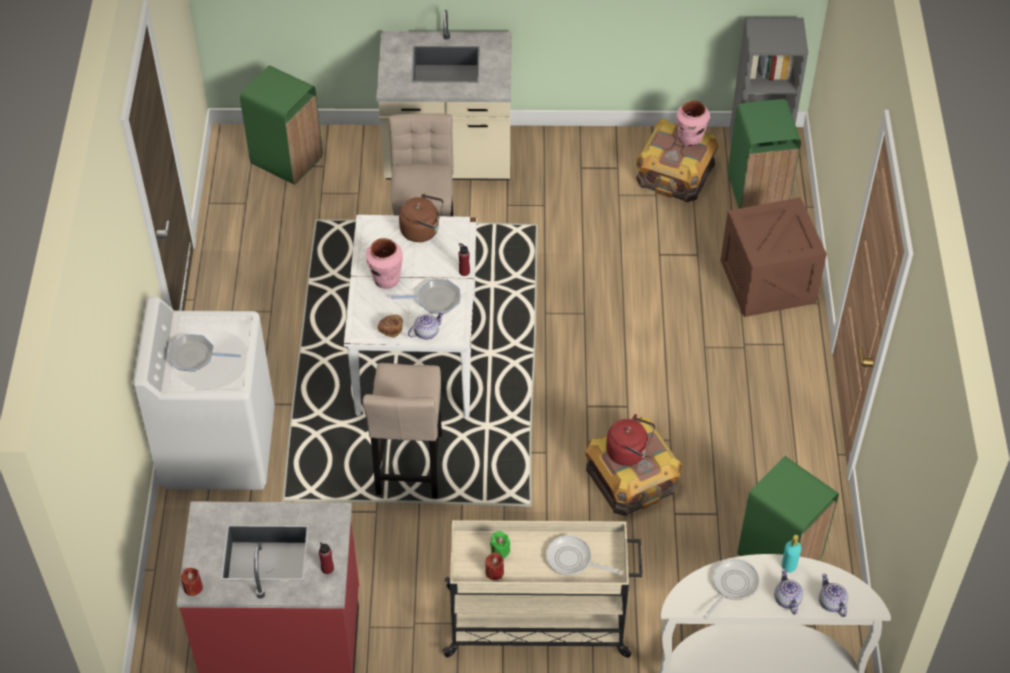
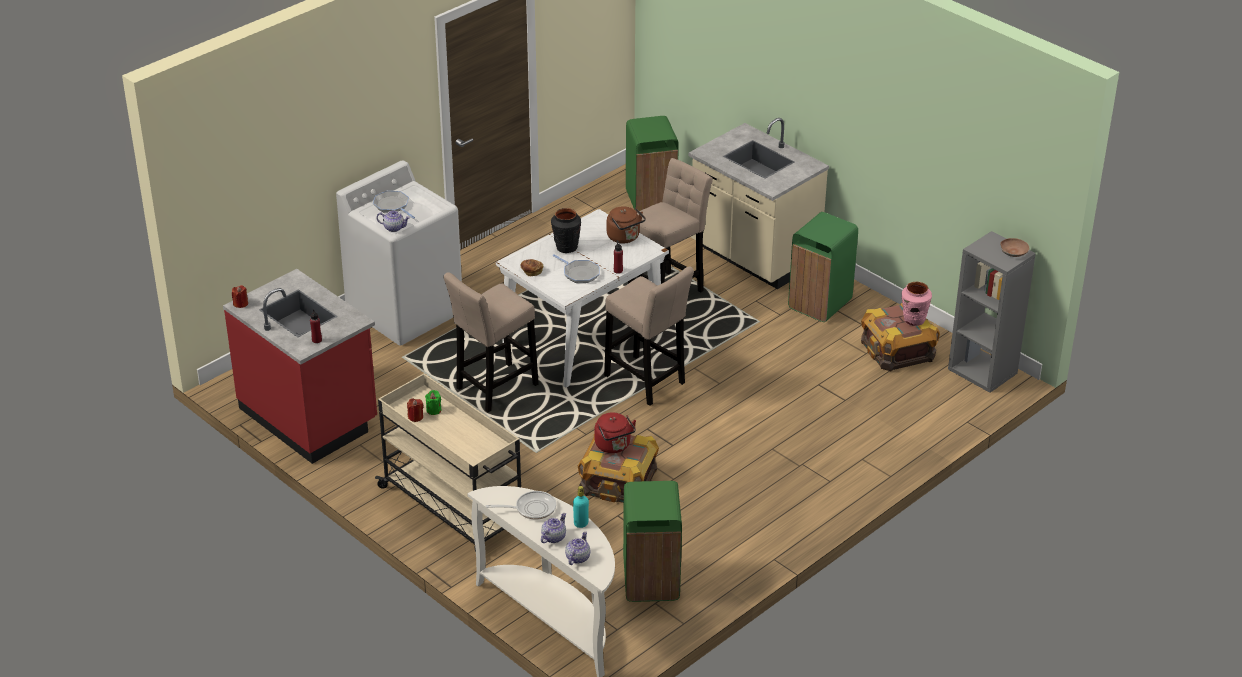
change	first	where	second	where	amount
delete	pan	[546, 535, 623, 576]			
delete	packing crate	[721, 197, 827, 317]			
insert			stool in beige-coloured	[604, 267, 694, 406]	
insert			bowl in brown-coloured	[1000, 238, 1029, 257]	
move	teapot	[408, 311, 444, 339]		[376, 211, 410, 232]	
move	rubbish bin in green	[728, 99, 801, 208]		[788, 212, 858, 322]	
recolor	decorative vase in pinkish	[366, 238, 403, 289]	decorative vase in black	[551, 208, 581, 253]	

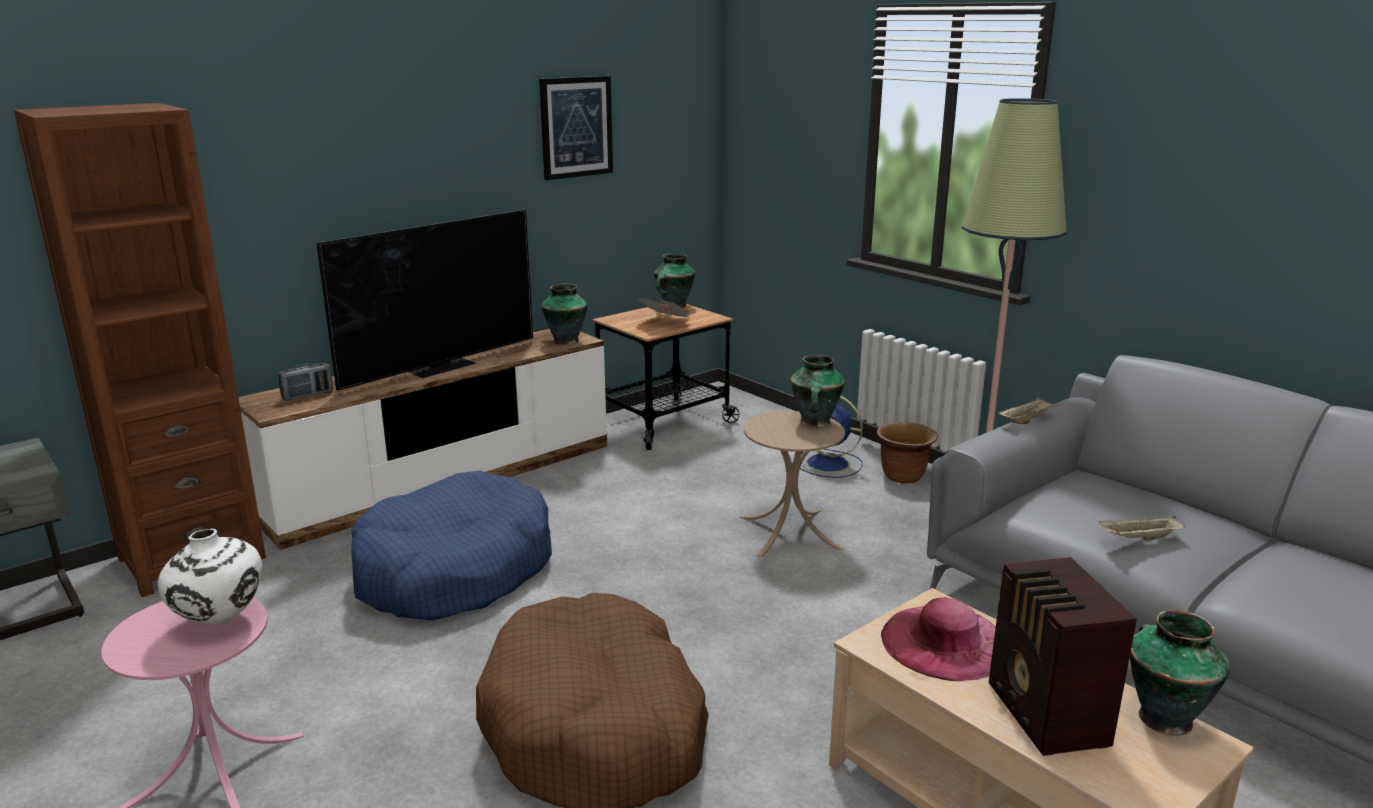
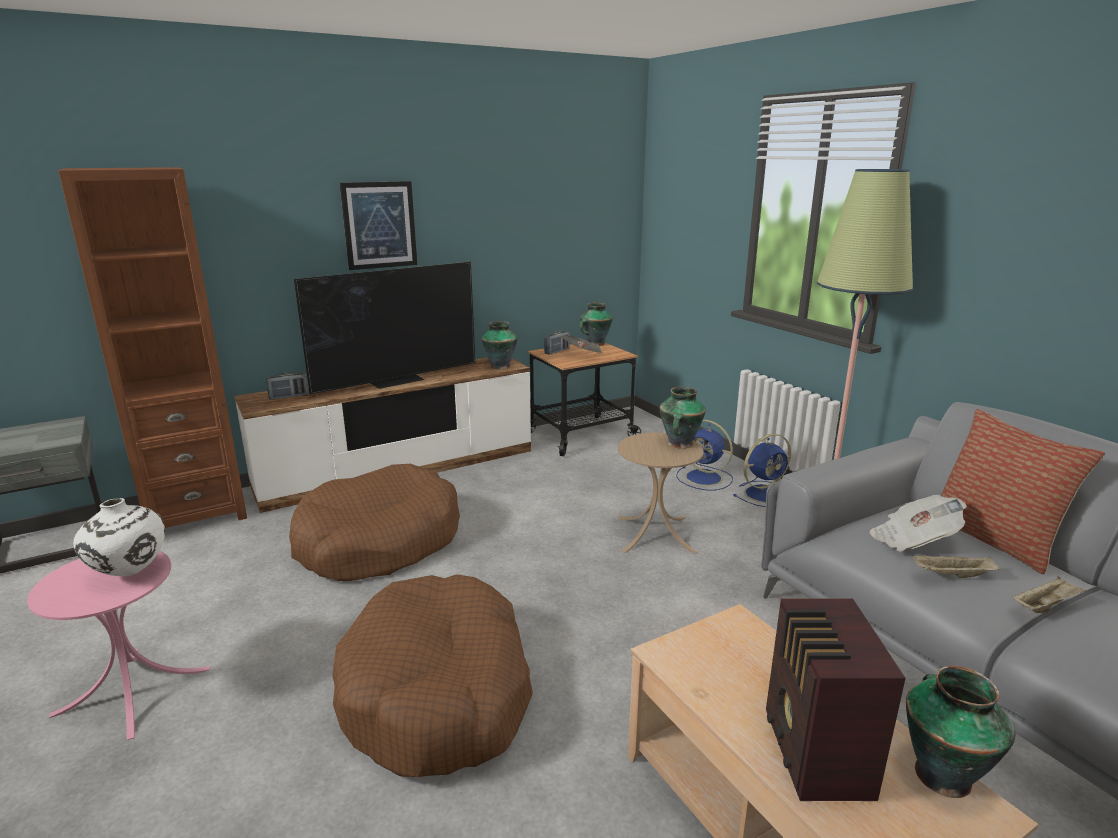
change	first	where	second	where	amount
delete	hat in pinkish	[881, 598, 996, 681]			
insert			radio	[544, 331, 570, 354]	
insert			newspaper	[870, 495, 967, 552]	
insert			throw pillow	[941, 409, 1105, 574]	
move	wall picture	[539, 76, 613, 180]		[340, 181, 417, 270]	
move	tray in beige-coloured	[998, 397, 1058, 424]		[1012, 576, 1087, 613]	
replace	flower pot in brown-coloured	[877, 422, 938, 484]	electric fan in bluish	[734, 434, 791, 507]	
recolor	dog bed in bluish	[351, 470, 552, 620]	dog bed in brown-coloured	[289, 464, 460, 581]	

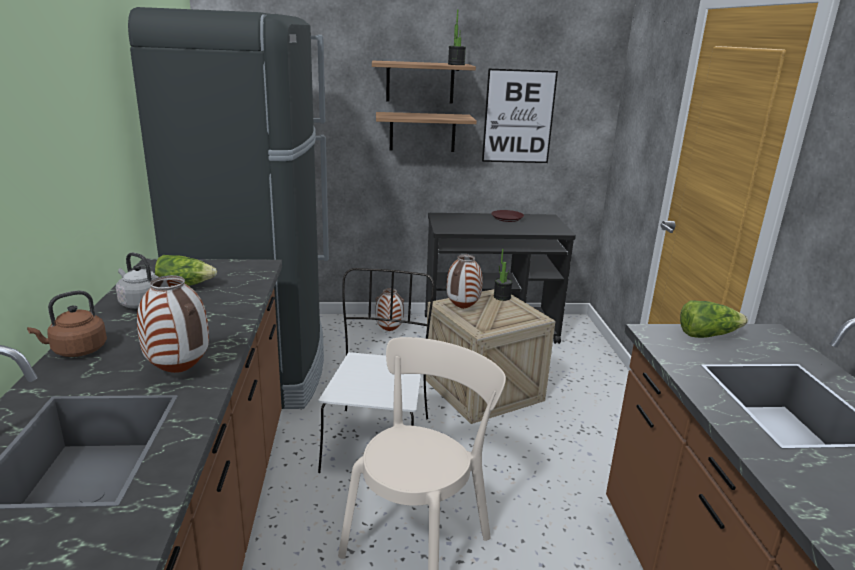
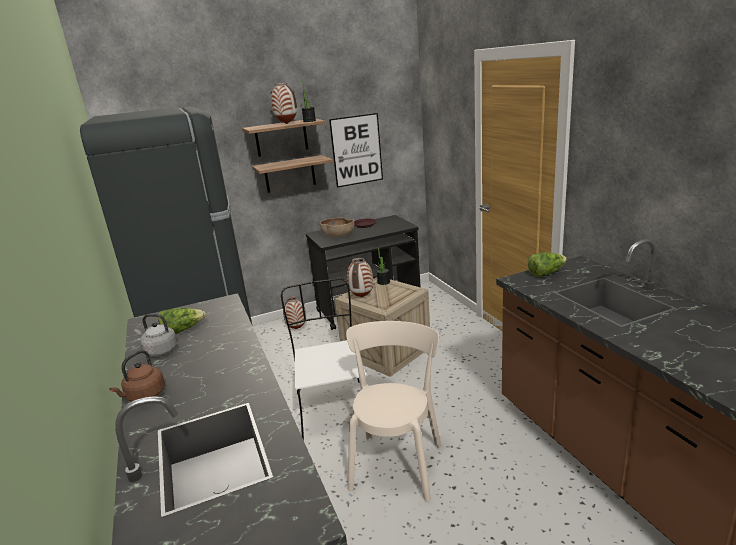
change	first	where	second	where	amount
insert			bowl in brown-coloured	[320, 218, 354, 237]	
move	decorative vase	[137, 275, 209, 373]		[270, 83, 297, 124]	

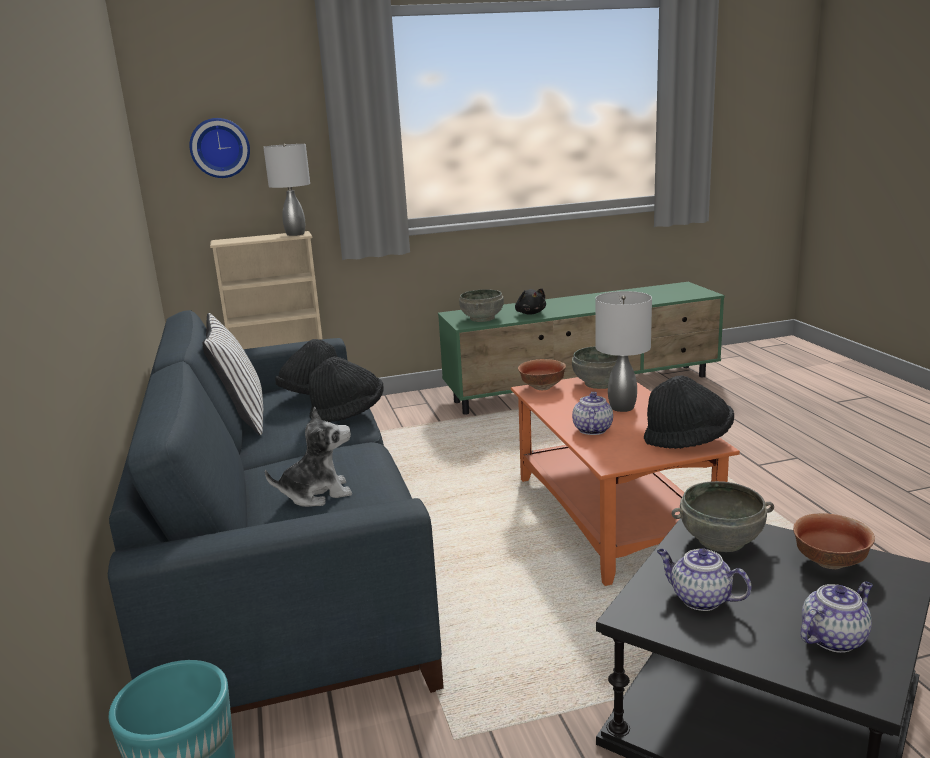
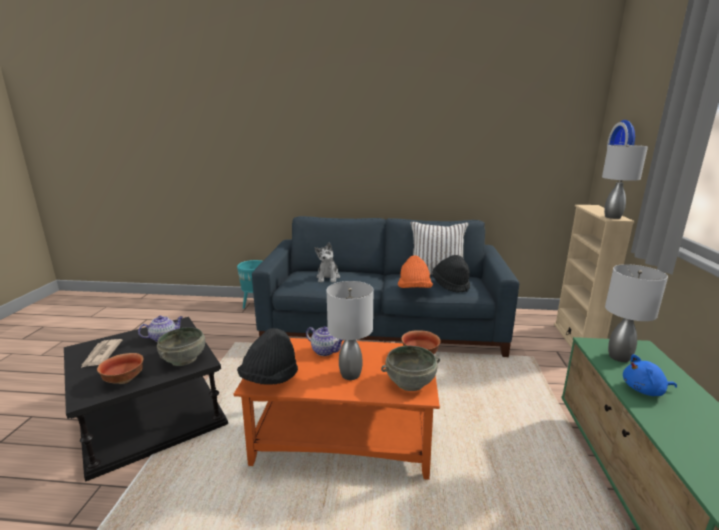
change	first	where	second	where	amount
replace	bowl in greyish	[459, 289, 504, 322]	tabletop lamp in greyish	[605, 264, 668, 362]	
replace	teapot	[800, 582, 873, 653]	newspaper	[81, 339, 122, 368]	
recolor	hat in black	[309, 357, 384, 422]	hat in orange-coloured	[398, 255, 433, 288]	
recolor	cuddly toy in black	[515, 288, 546, 315]	cuddly toy in bluish	[623, 354, 677, 396]	

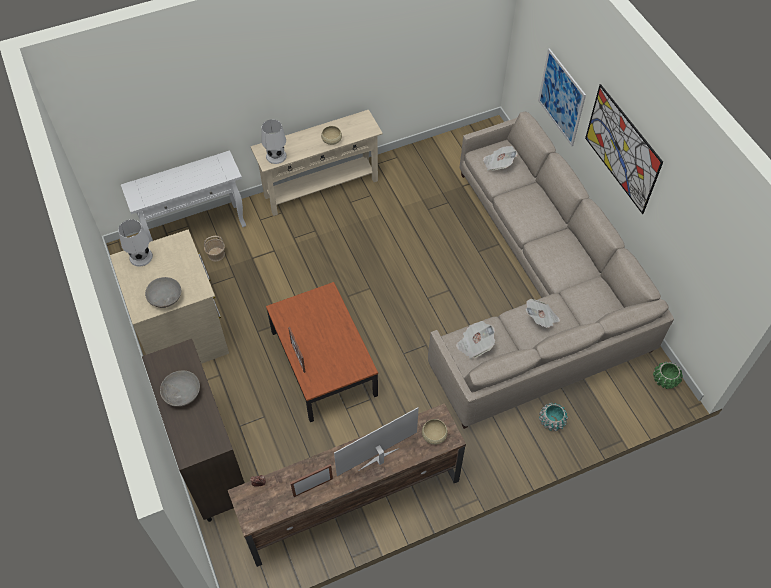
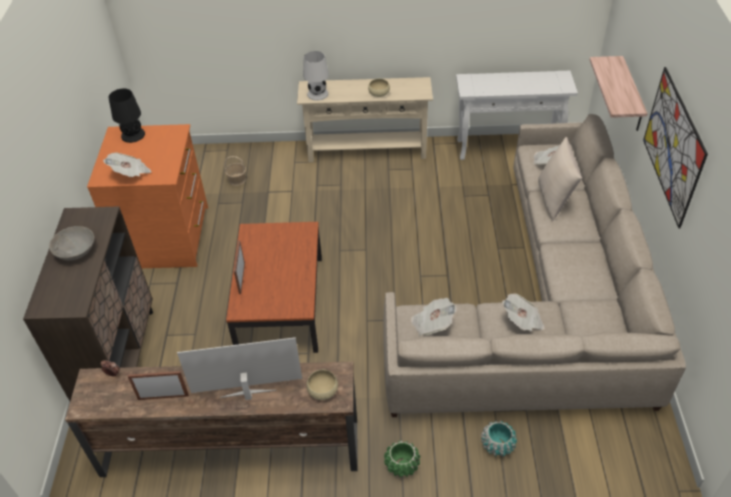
change	first	where	second	where	amount
insert			throw pillow in beige-coloured	[538, 137, 582, 222]	
move	console table in white	[121, 150, 246, 242]		[456, 71, 578, 160]	
move	flower pot in green	[653, 361, 683, 389]		[384, 441, 420, 477]	
replace	bowl in greyish	[145, 277, 181, 308]	newspaper	[103, 152, 152, 177]	
replace	wall picture	[538, 48, 586, 146]	shelf	[590, 56, 648, 131]	
recolor	drawer chest in beige-coloured	[110, 229, 229, 364]	drawer chest in orange-coloured	[87, 124, 208, 268]	
recolor	tabletop lamp in white	[118, 219, 153, 266]	tabletop lamp in black	[108, 89, 145, 143]	

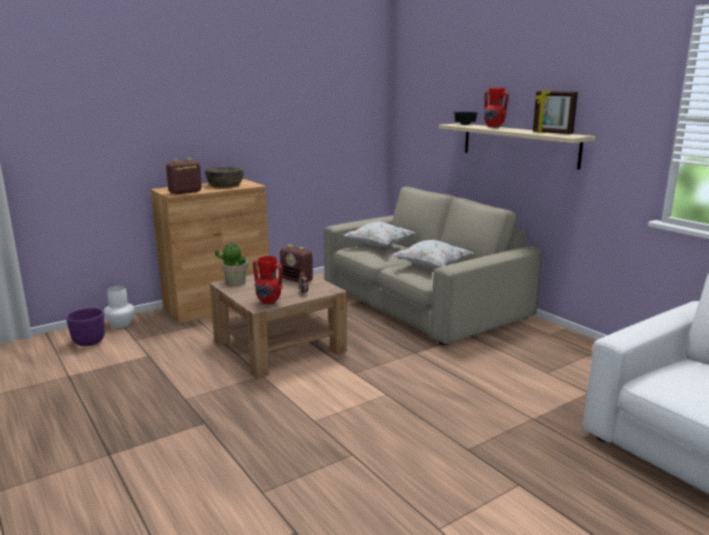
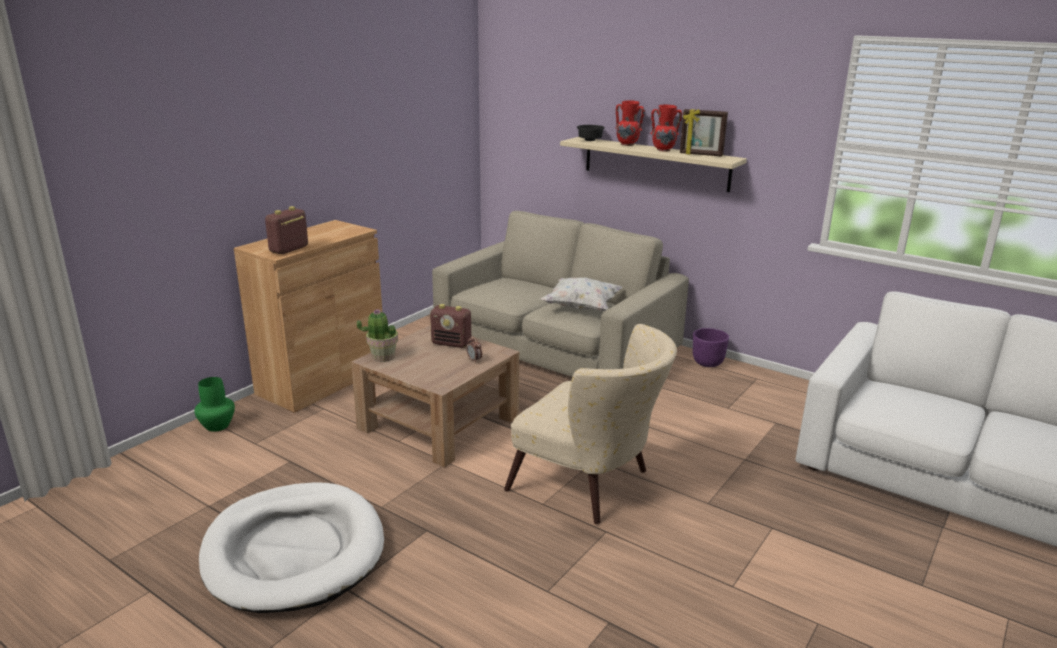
change	first	where	second	where	amount
delete	bowl in brown-coloured	[205, 167, 244, 188]			
delete	throw pillow in white	[343, 222, 416, 247]			
insert			dog bed in white	[199, 482, 384, 613]	
insert			armchair in beige-coloured	[504, 324, 677, 524]	
move	flower pot in purple	[66, 308, 105, 346]		[693, 328, 729, 367]	
move	decorative vase in red-coloured	[253, 256, 283, 305]		[651, 105, 682, 152]	
recolor	decorative vase in white	[104, 286, 135, 328]	decorative vase in green	[194, 377, 235, 432]	

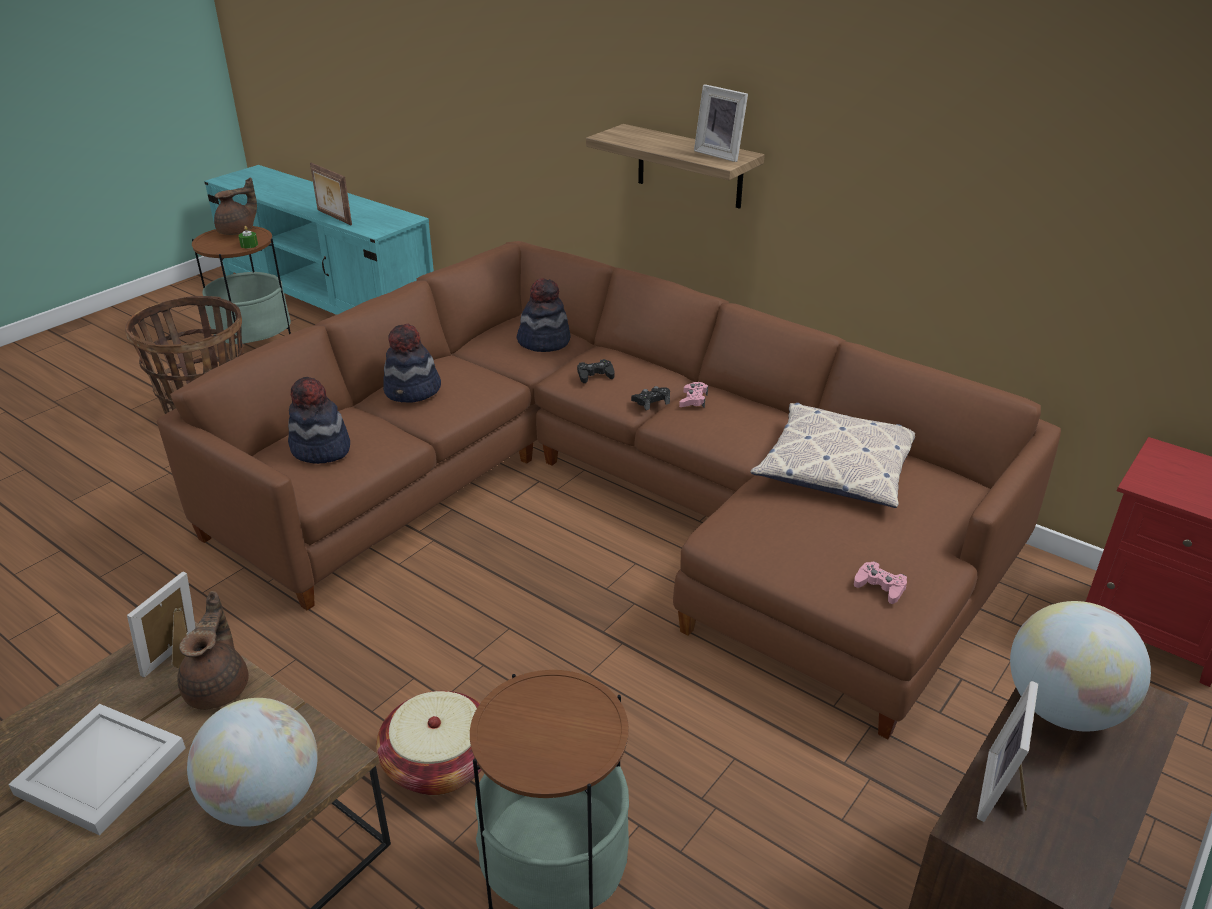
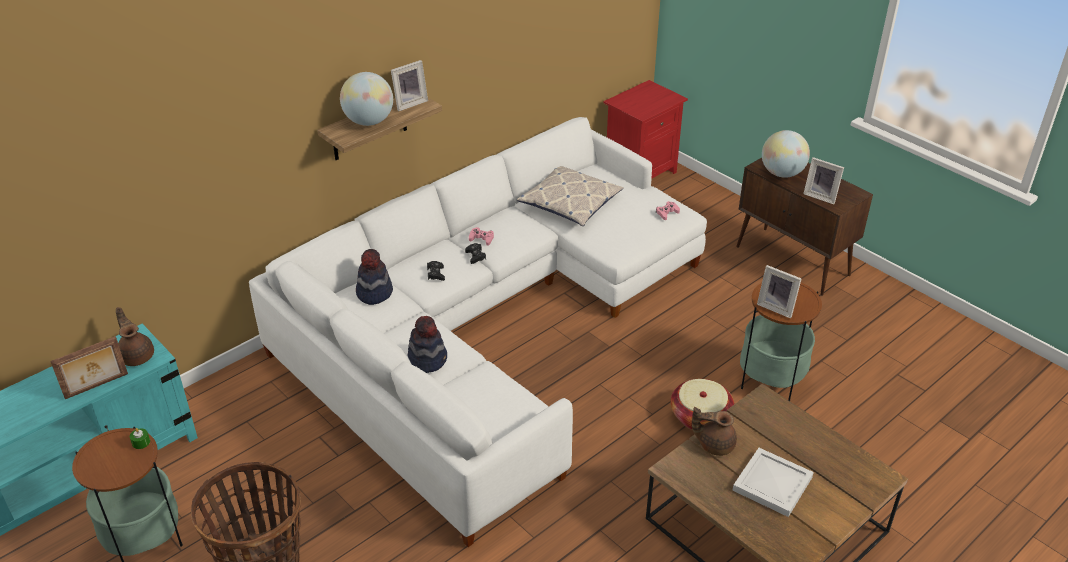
change	first	where	second	where	amount
delete	hat	[288, 377, 350, 464]			
move	picture frame	[127, 572, 196, 678]		[757, 265, 801, 318]	
move	desk globe	[187, 698, 318, 827]		[340, 72, 393, 126]	
move	teapot in brown-coloured	[214, 177, 257, 235]		[116, 307, 154, 366]	
recolor	settee in brown-coloured	[157, 241, 1061, 739]	settee in white	[249, 117, 707, 547]	

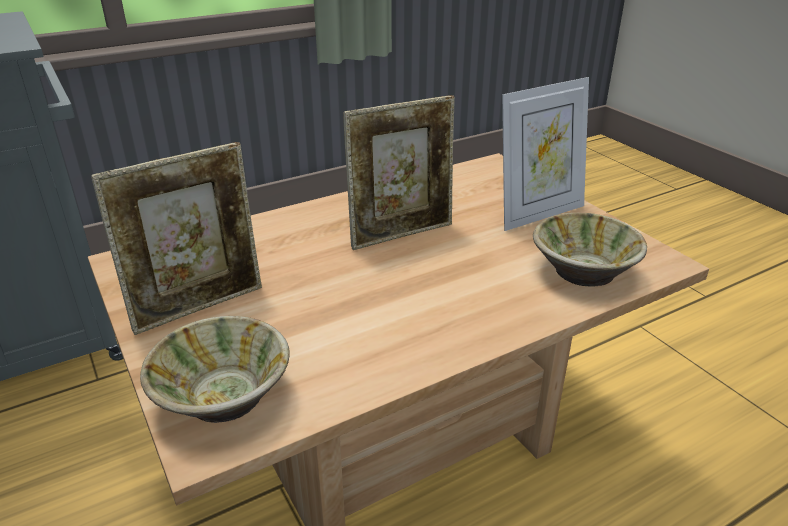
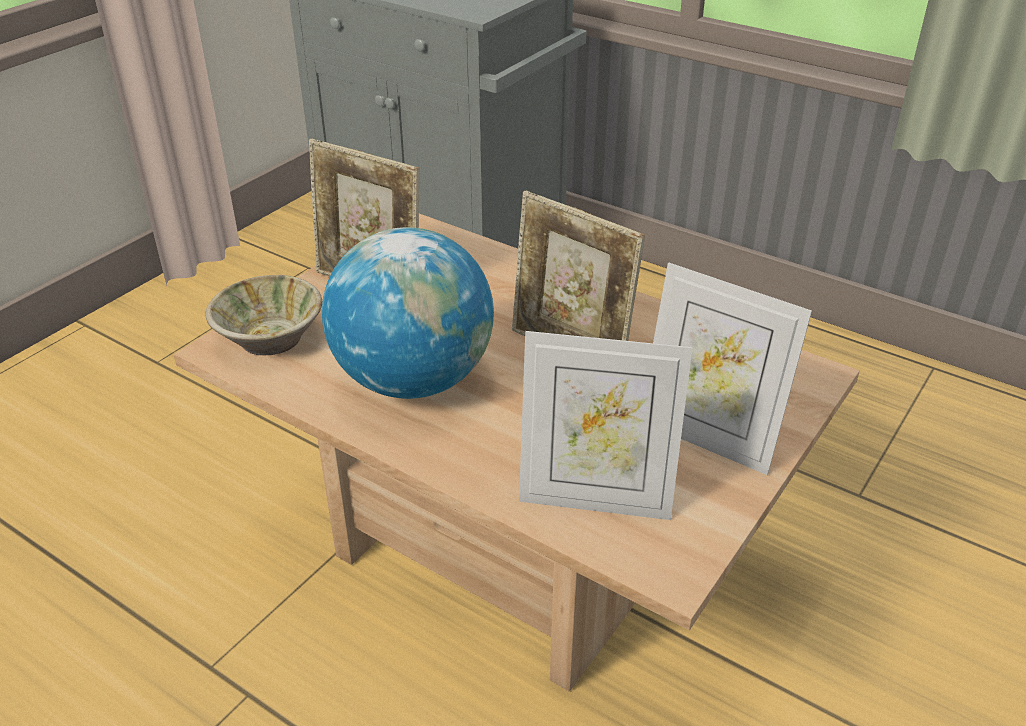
change	first	where	second	where	amount
insert			desk globe	[322, 227, 494, 399]	
replace	bowl in beige-coloured	[533, 213, 647, 286]	picture frame	[519, 331, 692, 520]	

